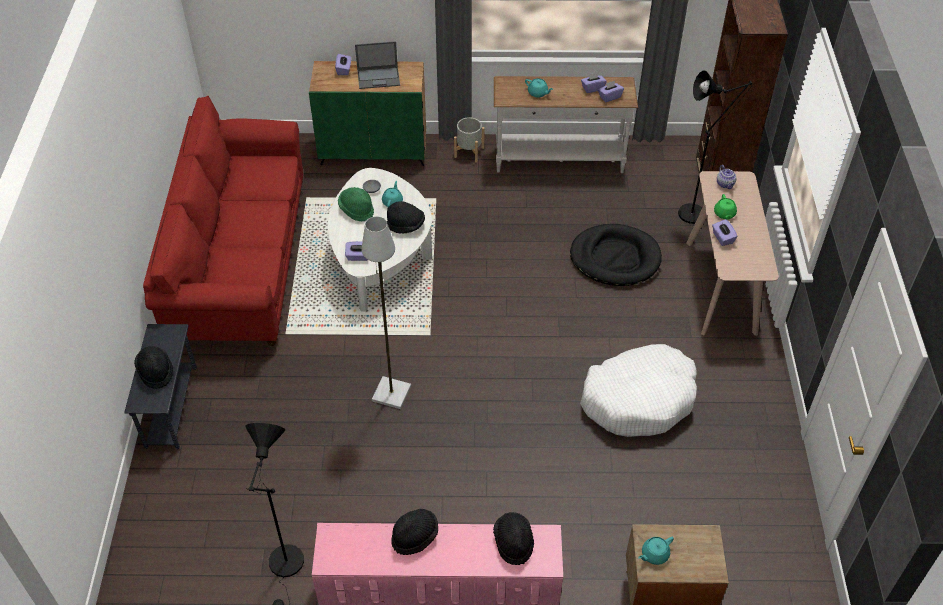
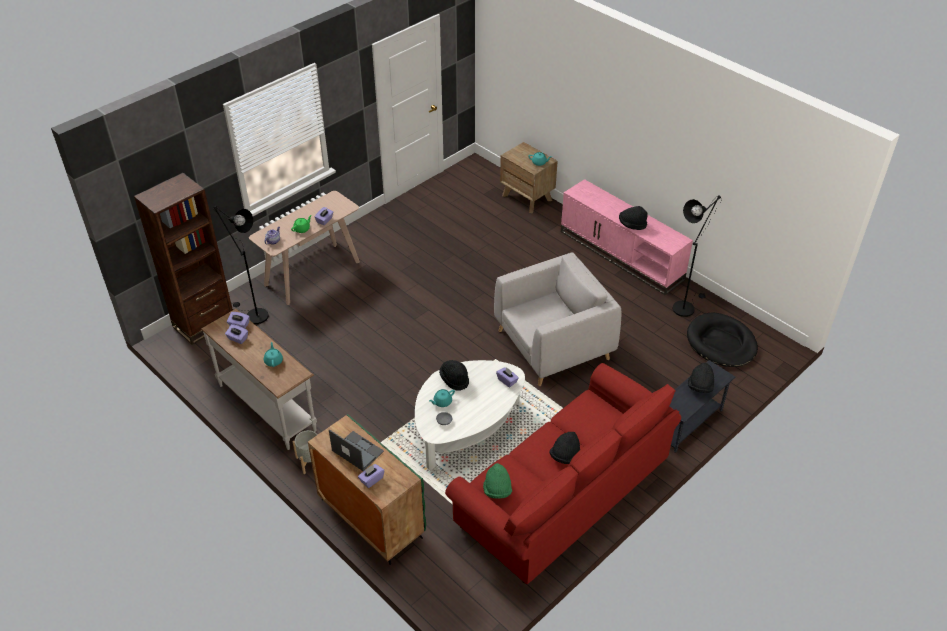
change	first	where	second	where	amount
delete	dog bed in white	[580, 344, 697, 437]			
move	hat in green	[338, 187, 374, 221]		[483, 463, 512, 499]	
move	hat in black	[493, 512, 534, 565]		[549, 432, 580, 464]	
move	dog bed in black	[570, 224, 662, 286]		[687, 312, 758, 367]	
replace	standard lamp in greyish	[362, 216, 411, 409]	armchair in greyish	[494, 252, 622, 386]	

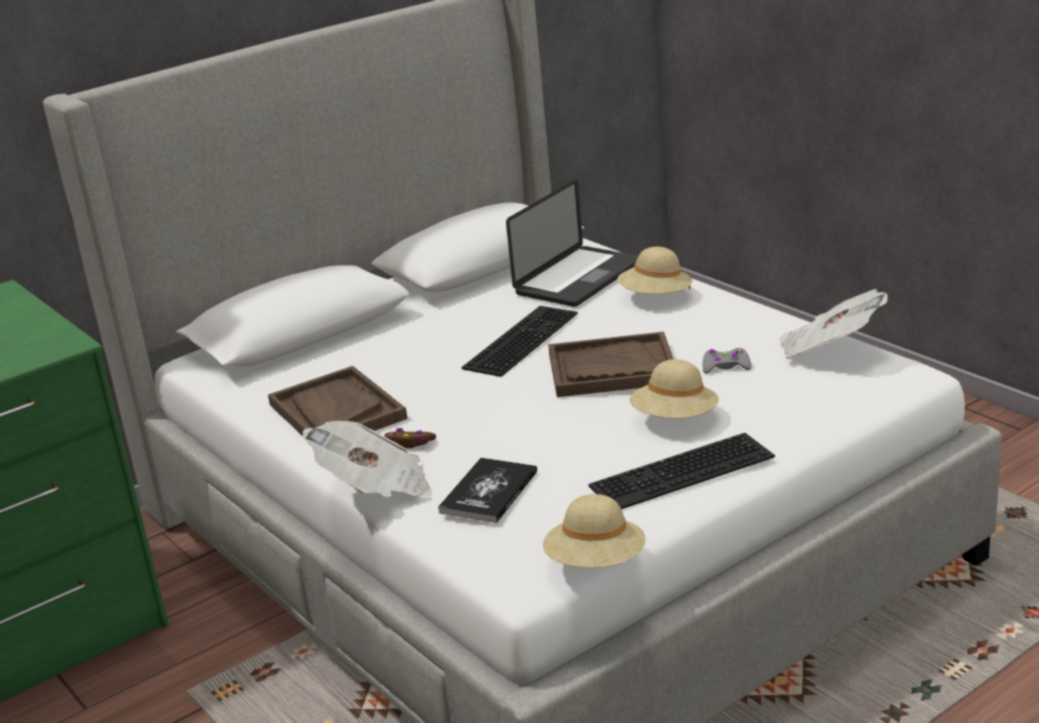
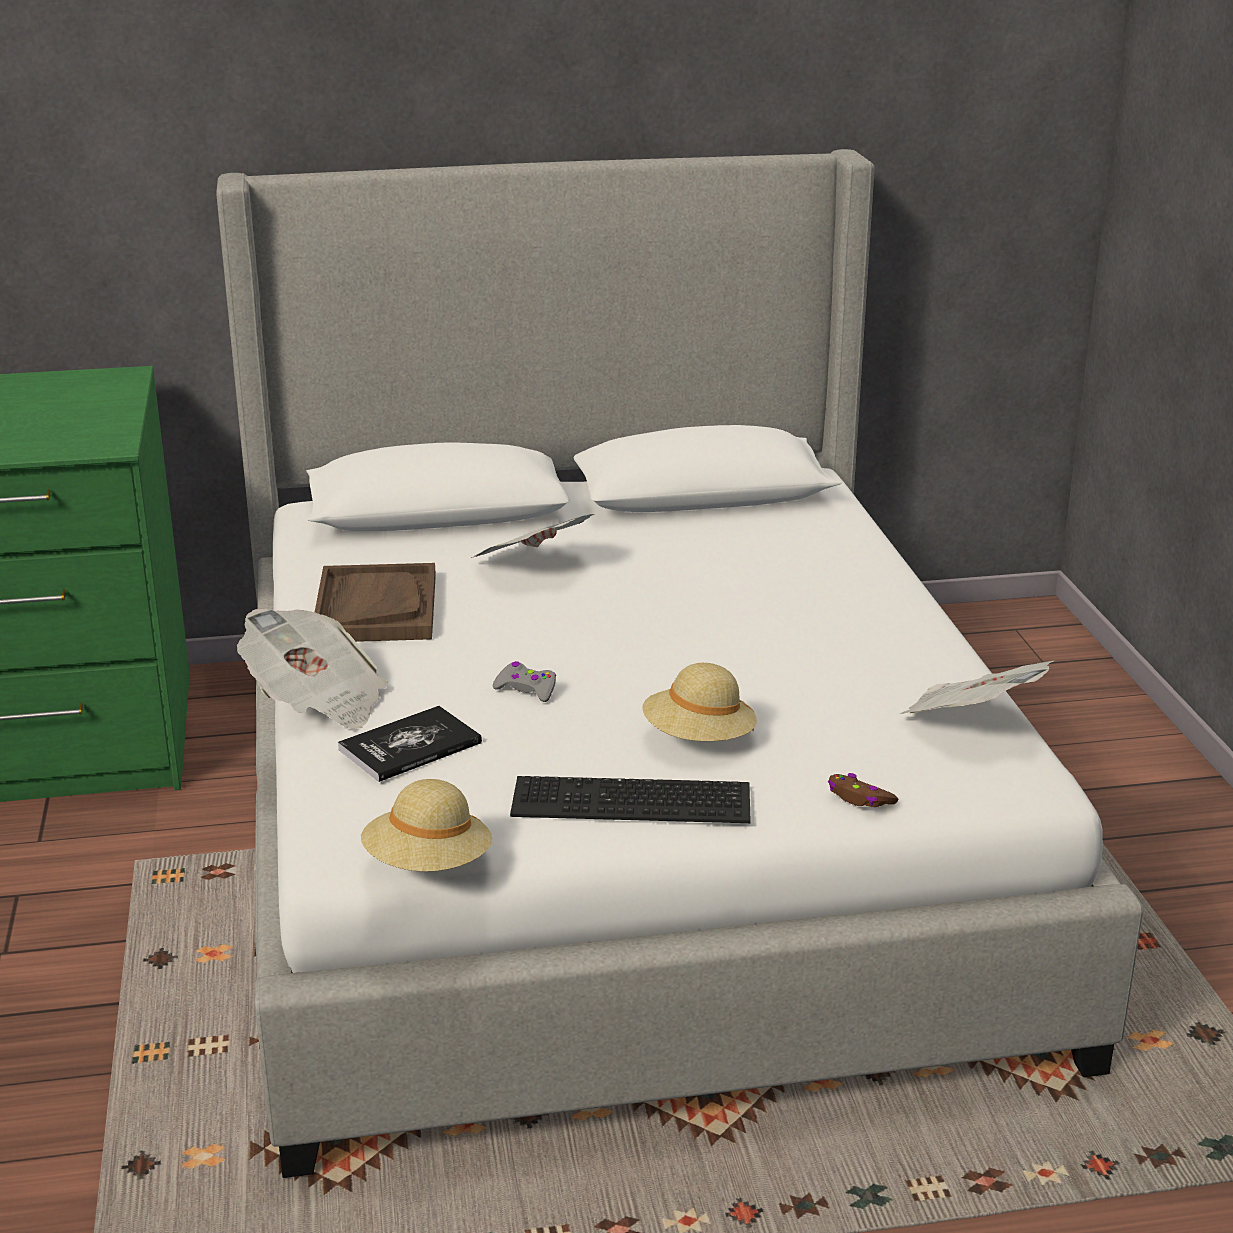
change	first	where	second	where	amount
delete	PC keyboard	[462, 306, 578, 377]			
delete	portable computer	[506, 179, 638, 307]			
delete	tray in brown-coloured	[548, 332, 673, 397]			
delete	hat in beige-coloured	[618, 247, 692, 294]			
insert			newspaper	[471, 514, 594, 558]	
move	gamepad in brown-coloured	[384, 428, 436, 448]		[828, 773, 898, 807]	
move	gamepad in greyish	[703, 348, 751, 373]		[493, 661, 556, 702]	

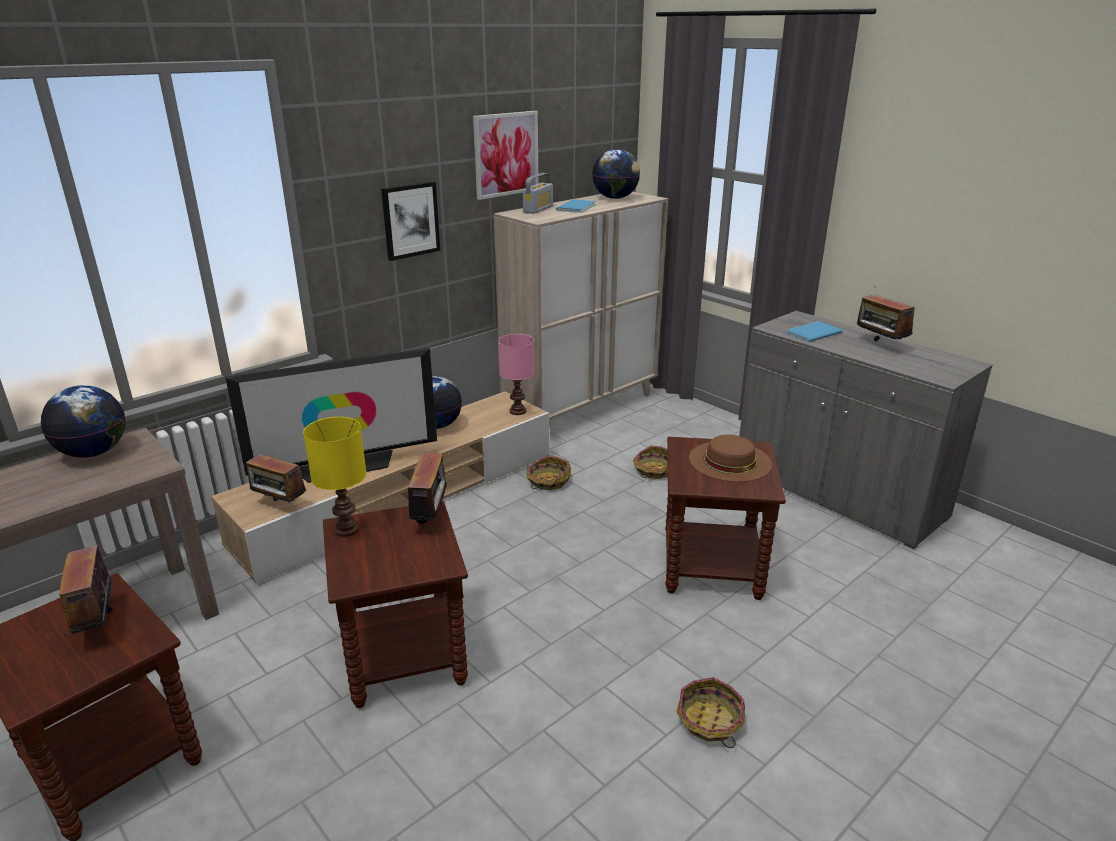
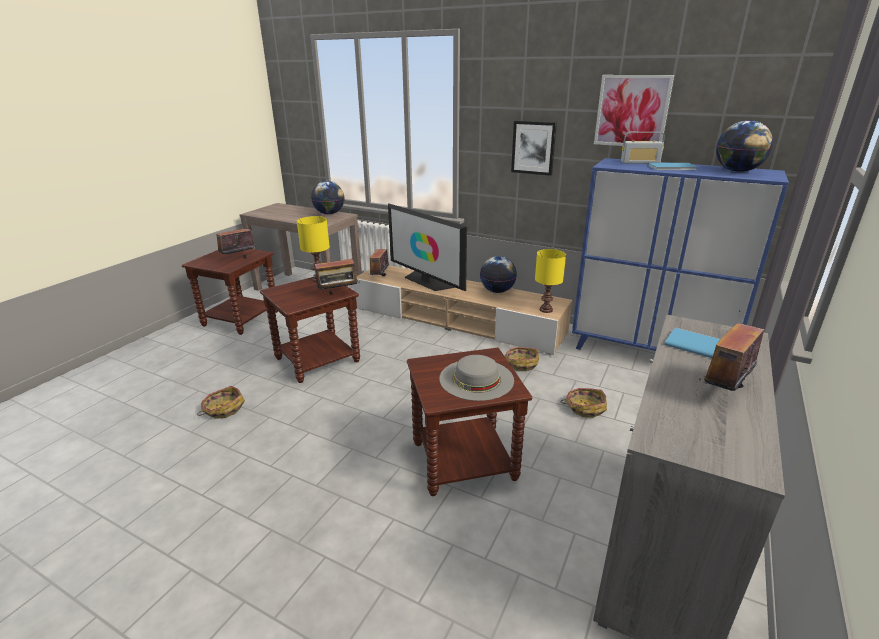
change	first	where	second	where	amount
move	basket	[676, 677, 745, 748]		[197, 386, 245, 419]	
recolor	cabinet in beige-coloured	[494, 192, 668, 428]	cabinet in bluish	[572, 158, 789, 351]	
recolor	tabletop lamp in pinkish	[498, 334, 535, 415]	tabletop lamp in yellow-coloured	[535, 249, 566, 313]	
recolor	hat in brown-coloured	[689, 435, 772, 482]	hat in greyish	[439, 355, 514, 401]	

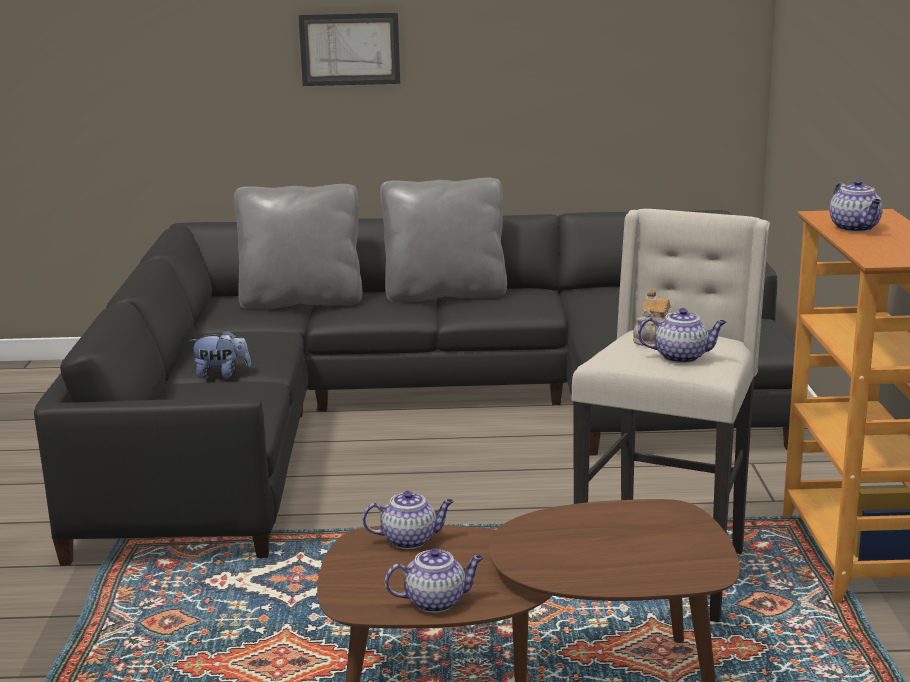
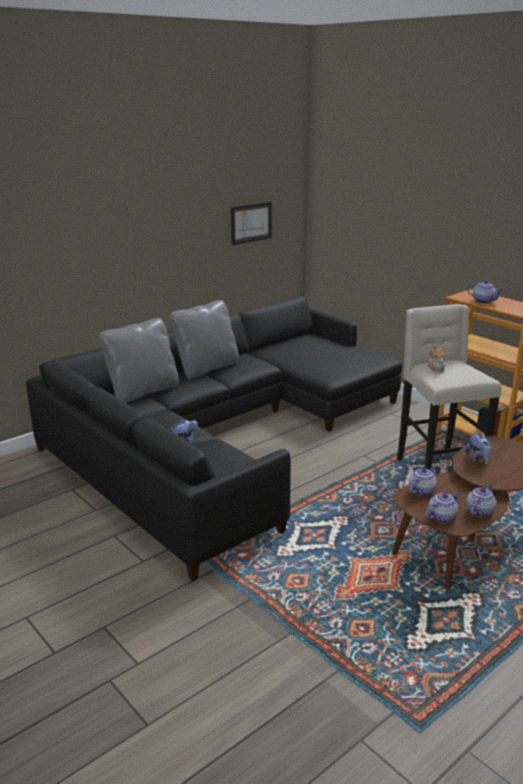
change	first	where	second	where	amount
insert			cuddly toy	[465, 432, 491, 465]	
move	wall picture	[299, 12, 400, 86]		[231, 202, 272, 245]	
move	teapot	[638, 308, 727, 363]		[426, 492, 461, 523]	

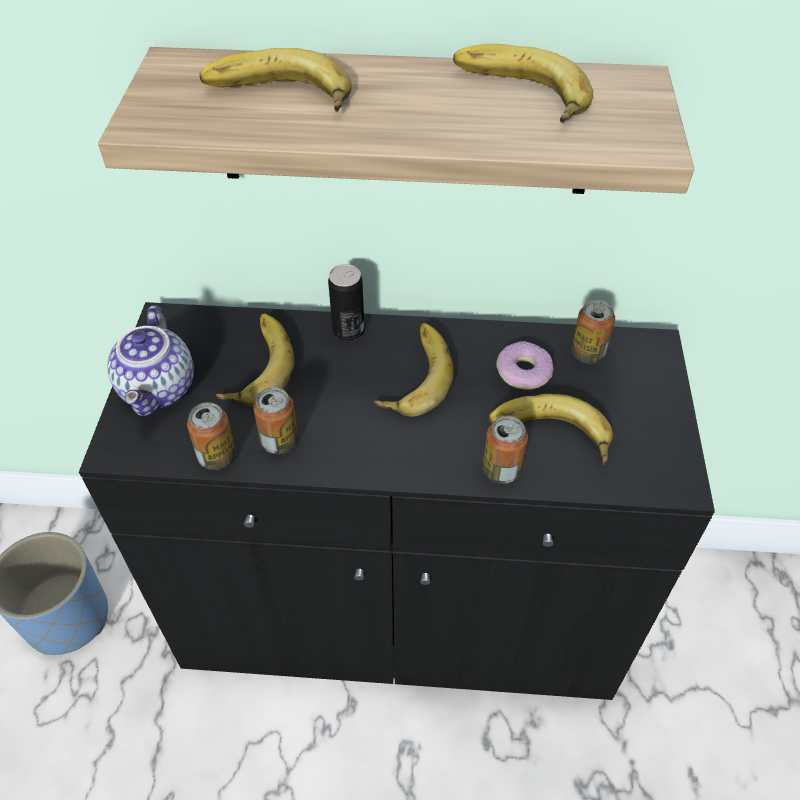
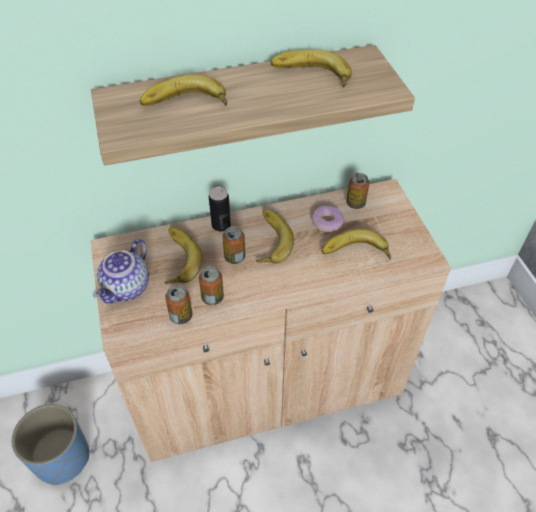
change	first	where	second	where	amount
move	metal can	[482, 416, 528, 484]		[223, 226, 245, 264]	
recolor	cabinet in black	[79, 302, 715, 700]	cabinet in beige-coloured	[90, 179, 451, 462]	
rotate	teapot	[107, 305, 194, 416]		[93, 239, 149, 304]	45 degrees clockwise

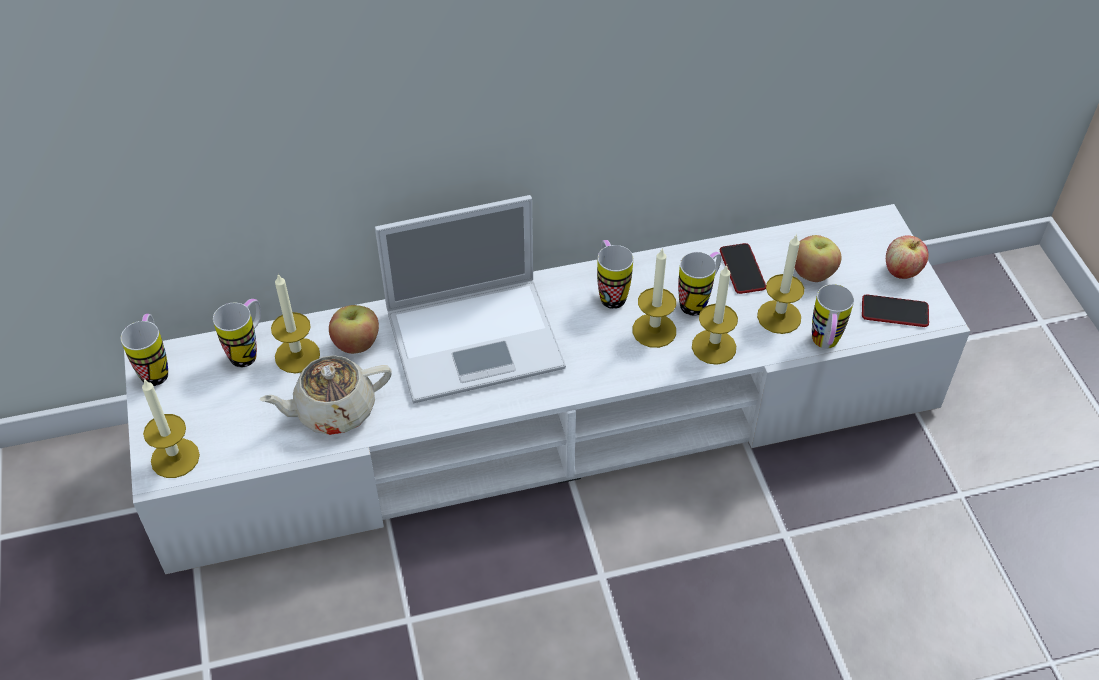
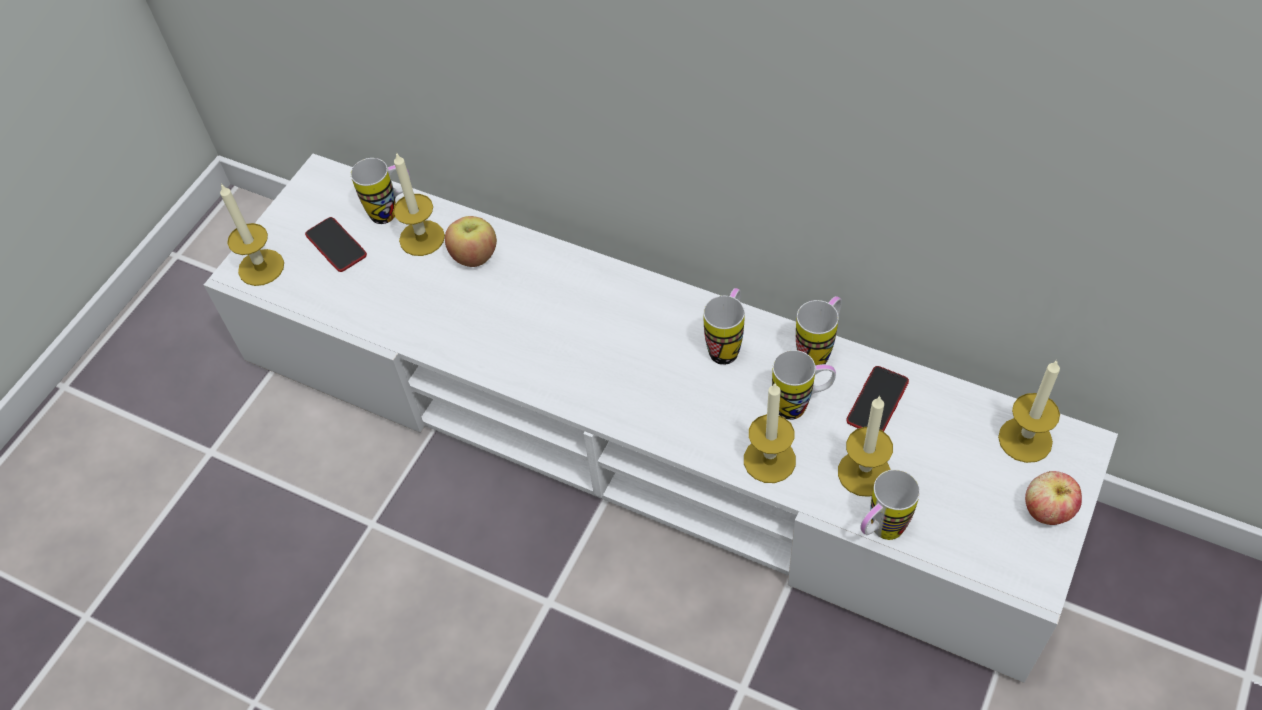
change	first	where	second	where	amount
delete	teapot in beige-coloured	[259, 355, 392, 435]			
delete	portable computer	[375, 195, 566, 403]			
delete	whole apple	[795, 235, 841, 282]			
move	coffee mug	[121, 314, 168, 386]		[796, 296, 842, 365]	
move	wax light	[632, 248, 676, 348]		[998, 360, 1060, 463]	
move	telephone	[862, 294, 929, 327]		[305, 217, 367, 272]	

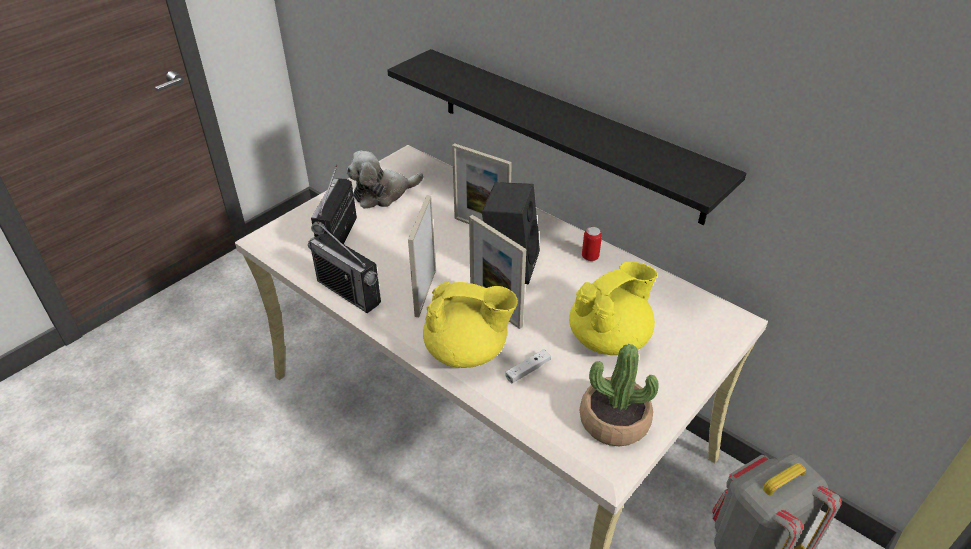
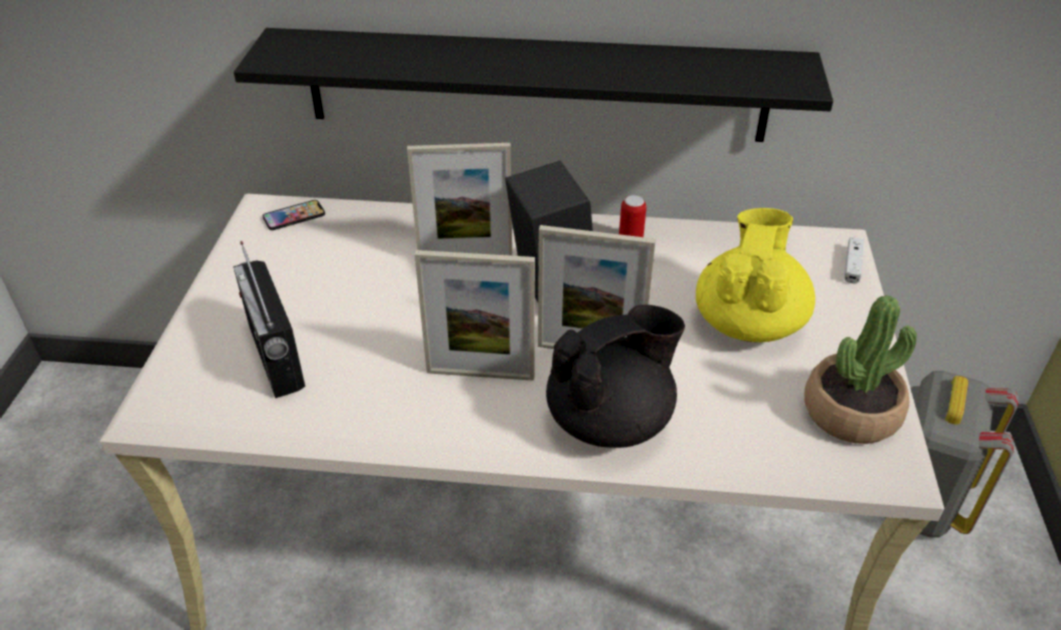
change	first	where	second	where	amount
delete	radio	[308, 222, 381, 313]			
delete	cuddly toy	[346, 151, 424, 209]			
insert			telephone	[263, 200, 325, 230]	
move	gamepad in white	[506, 349, 551, 383]		[844, 237, 864, 284]	
recolor	teapot in yellow-coloured	[423, 282, 518, 368]	teapot in black	[546, 305, 685, 448]	
rotate	picture frame	[408, 195, 436, 317]		[415, 250, 535, 381]	60 degrees counterclockwise

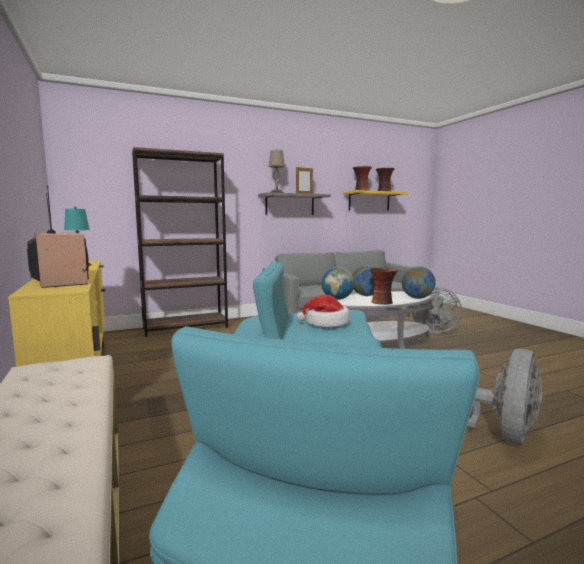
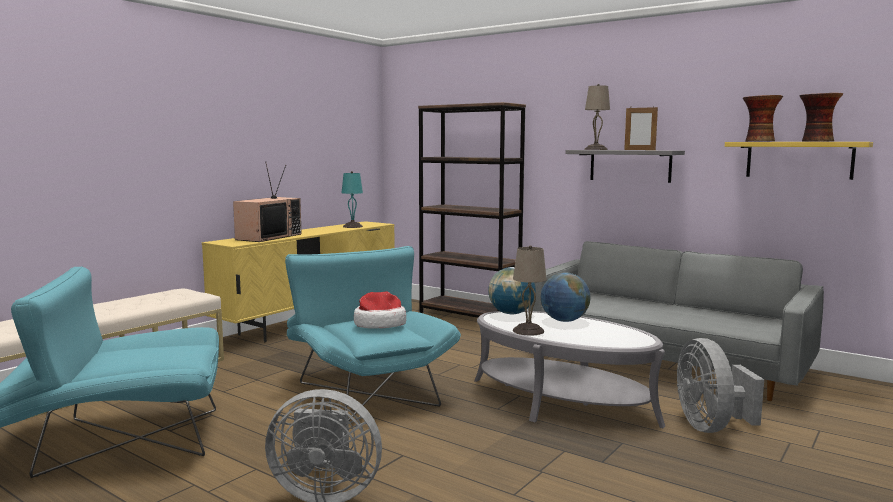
change	first	where	second	where	amount
delete	desk globe	[402, 266, 436, 299]			
replace	decorative vase	[370, 268, 398, 305]	tabletop lamp in beige-coloured	[513, 245, 547, 336]	

